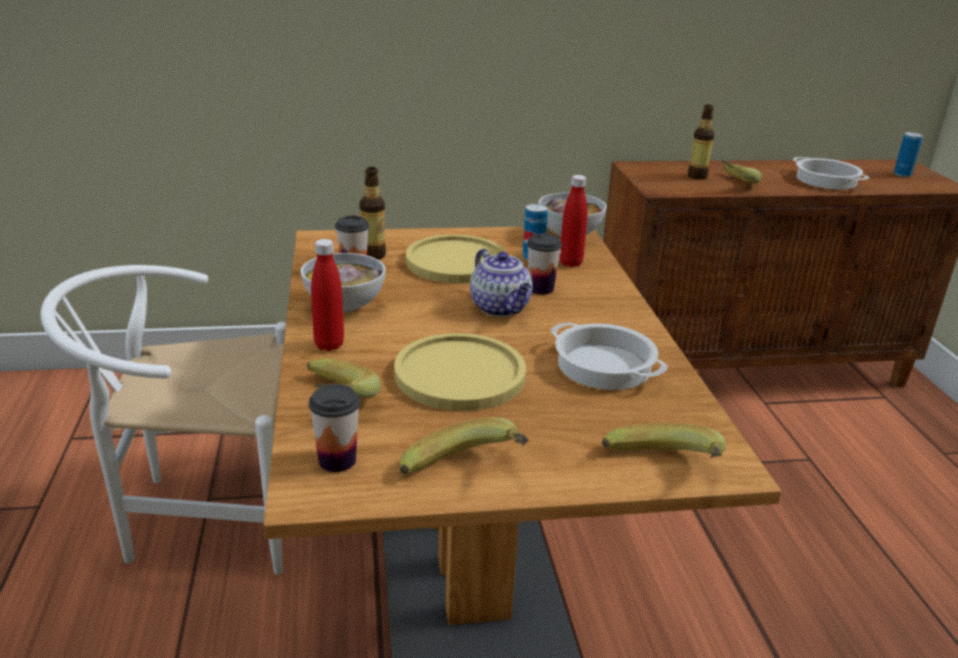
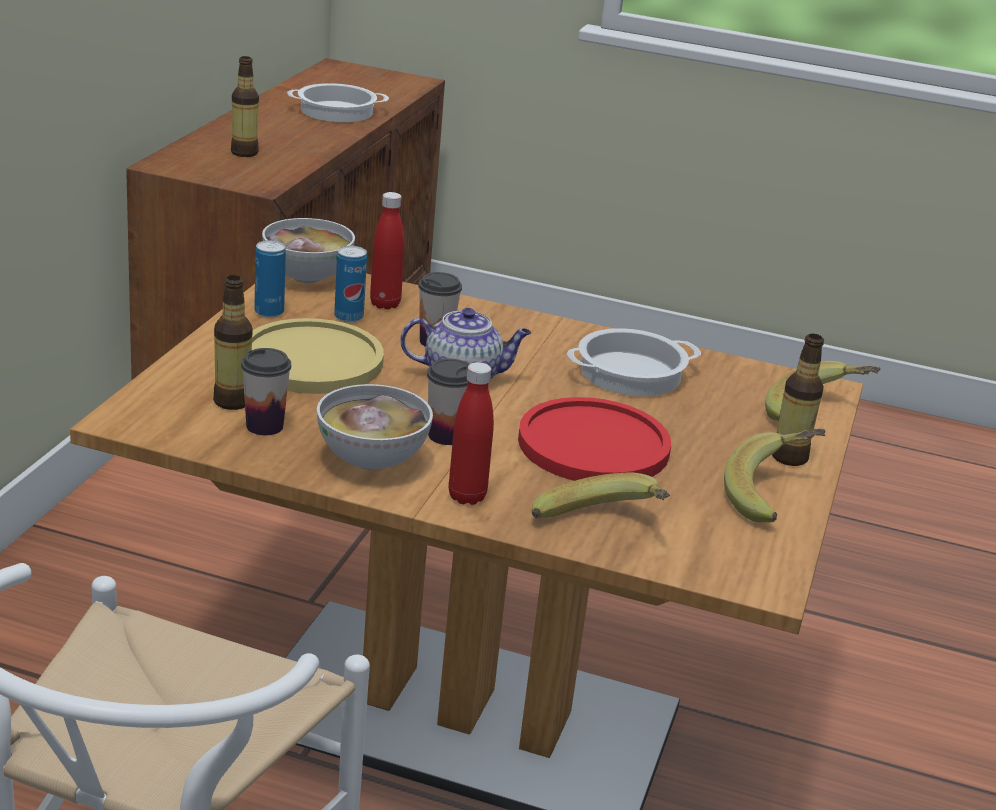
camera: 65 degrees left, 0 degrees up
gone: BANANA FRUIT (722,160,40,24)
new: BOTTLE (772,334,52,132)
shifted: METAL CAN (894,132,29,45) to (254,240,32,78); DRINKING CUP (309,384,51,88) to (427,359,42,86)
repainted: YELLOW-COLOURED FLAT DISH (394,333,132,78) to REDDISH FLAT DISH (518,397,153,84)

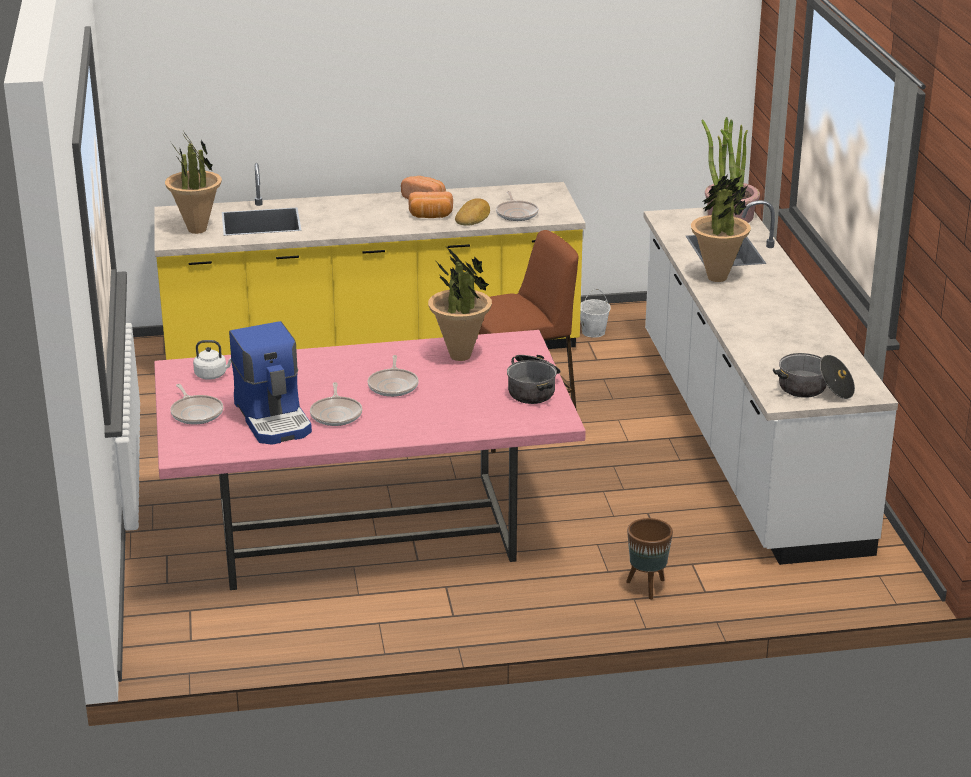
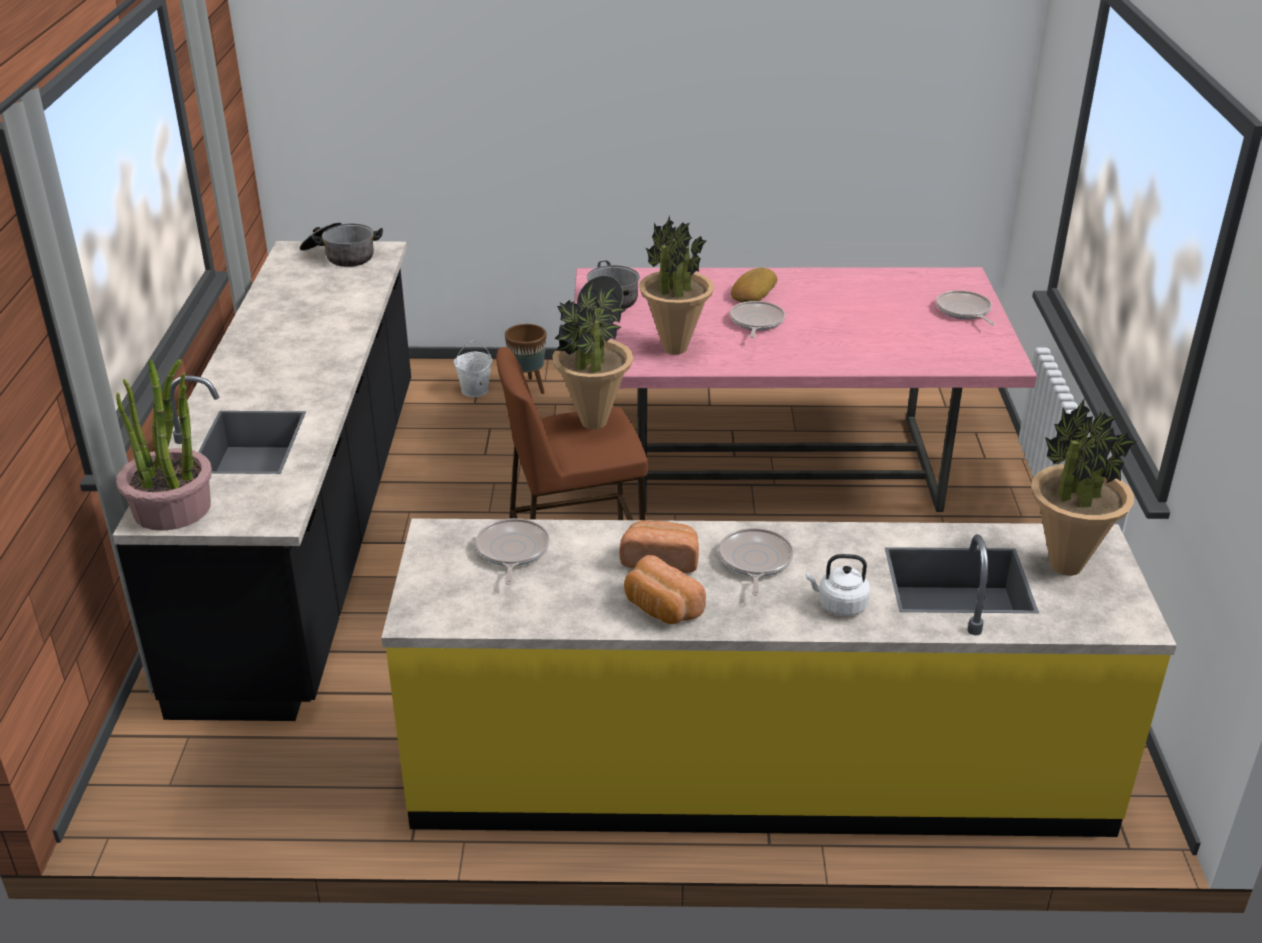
camera: 170 degrees left, 5 degrees up
gone: COFFEE BREWER (229,321,83,124)
shifted: WHITE-COLOURED BUCKET (580,288,31,50) to (454,341,38,56); POTTED PLANT (691,174,60,108) to (552,283,81,146); SKILLET (310,382,52,44) to (719,528,75,67); BREAD (455,198,35,28) to (731,268,46,35); WHITE-COLOURED KETTLE (193,340,38,40) to (806,554,65,62)
repainted: WHITE-COLOURED COUNTER (643,200,255,365) to BLACK COUNTER (112,241,299,480)

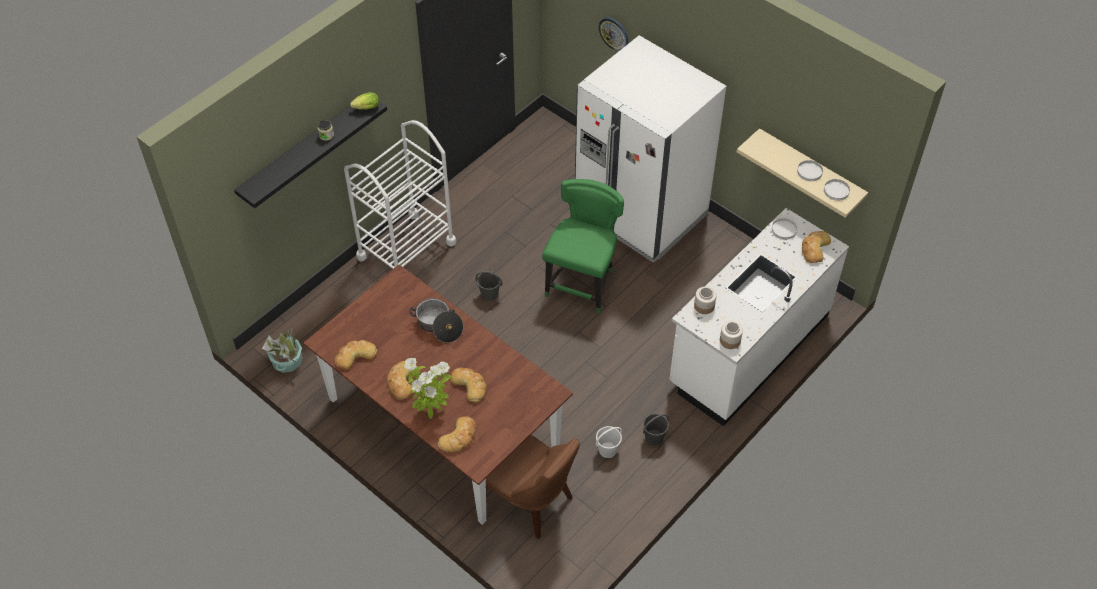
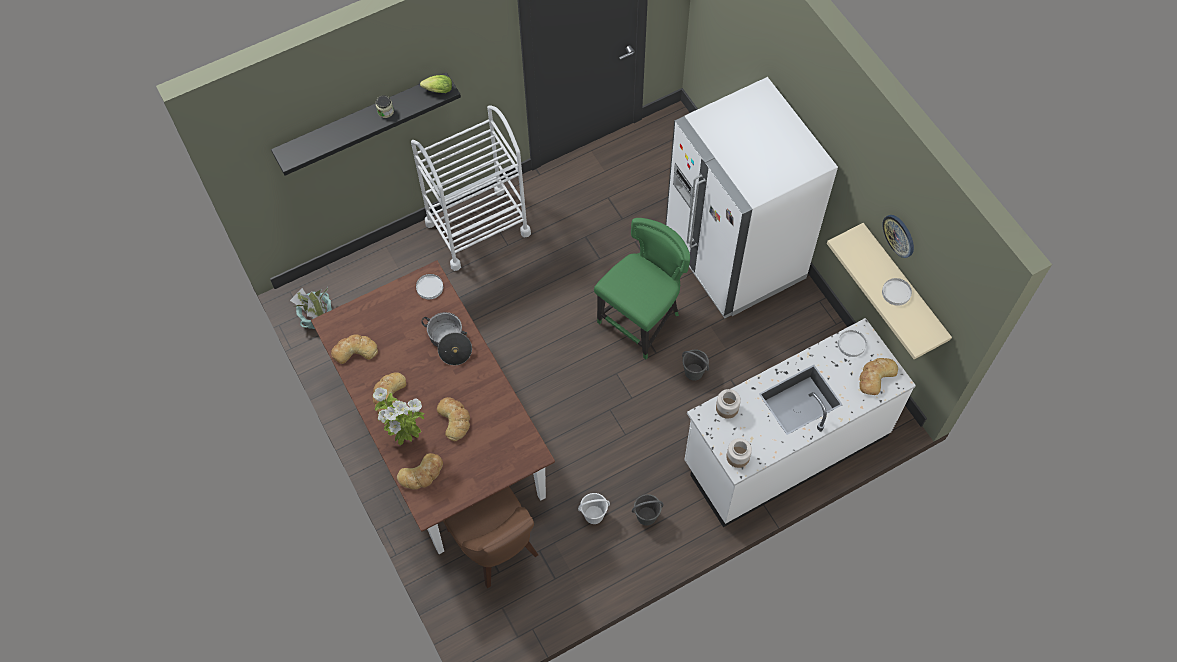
camera: 20 degrees right, 10 degrees up
shifted: WHITE-COLOURED FLAT DISH (824,179,26,22) to (416,274,27,25); GREY BUCKET (475,271,27,30) to (682,350,27,31); WALL CLOCK (599,17,29,34) to (883,215,31,43)

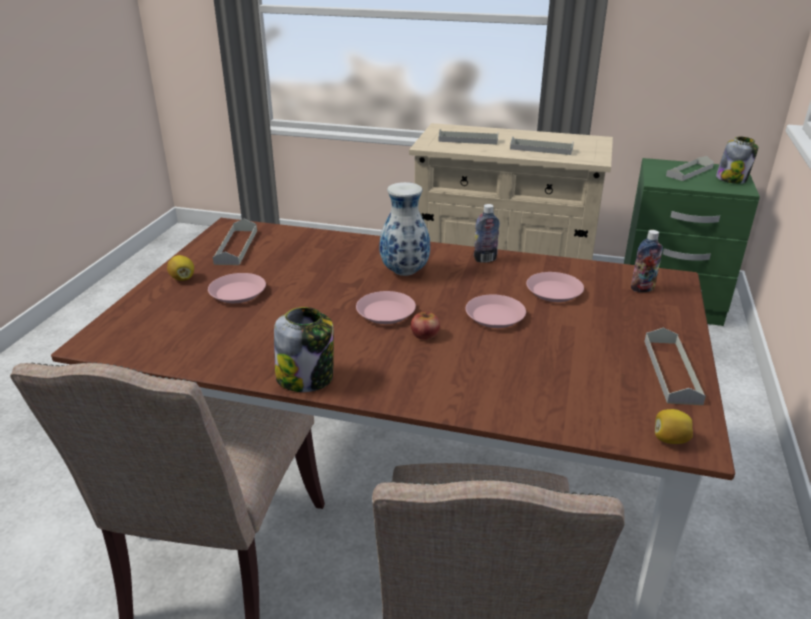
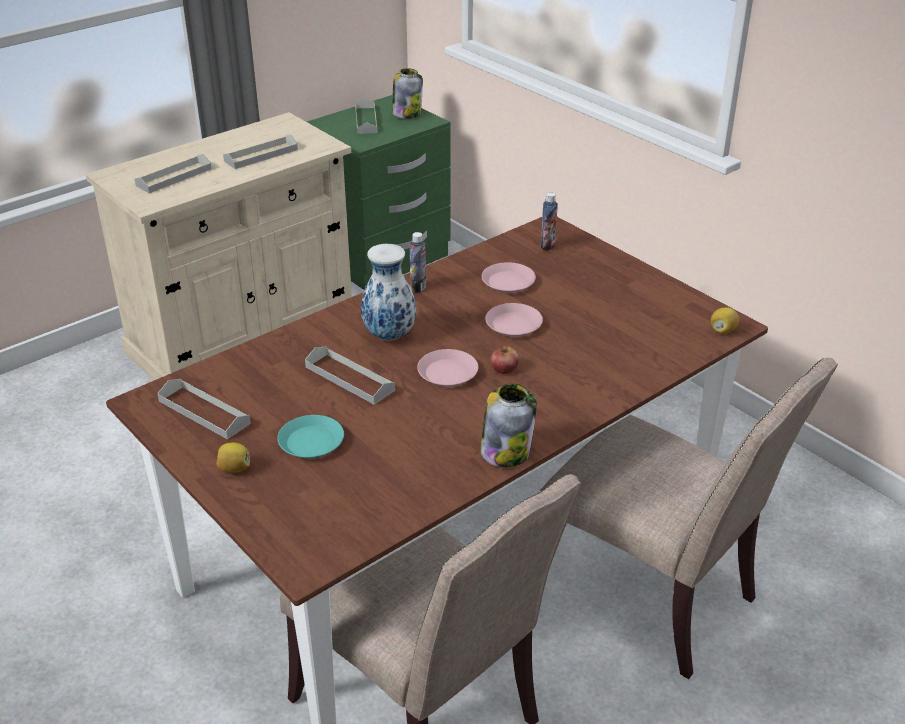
camera: 55 degrees left, 5 degrees up
shifted: GREY TRAY (644,327,62,78) to (305,347,90,58)
repainted: PINKISH FLAT DISH (208,273,58,30) to TURQUOISE FLAT DISH (277,415,67,43)

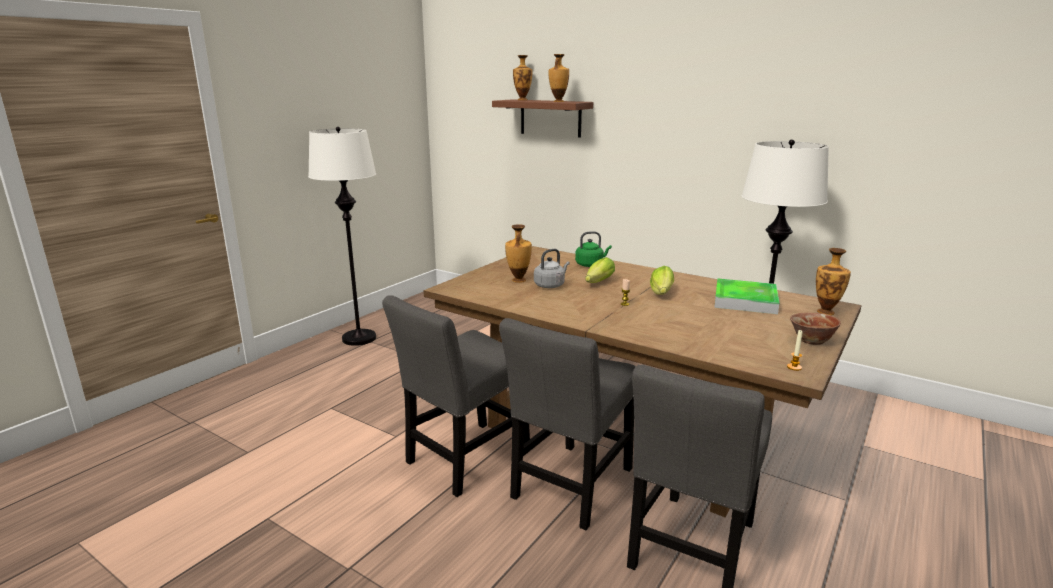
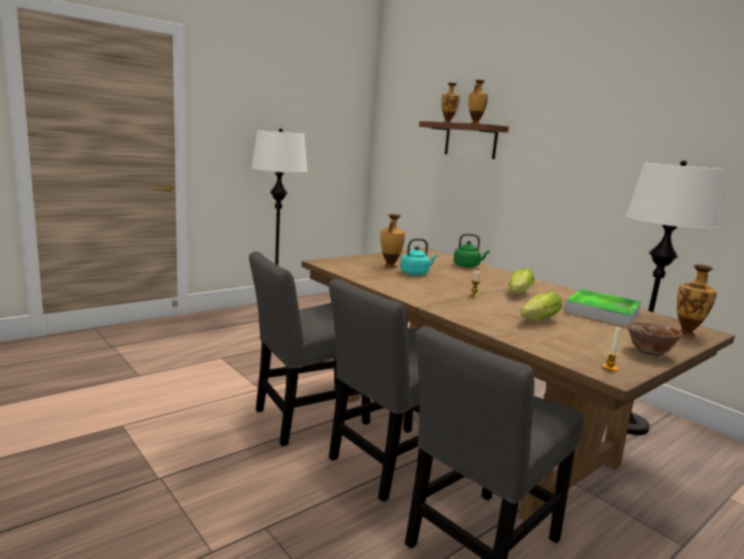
camera: 15 degrees right, 5 degrees down
shifted: LETTUCE (585,257,30,26) to (520,291,42,29)
repainted: GREY KETTLE (534,249,36,39) to TURQUOISE KETTLE (400,238,38,38)

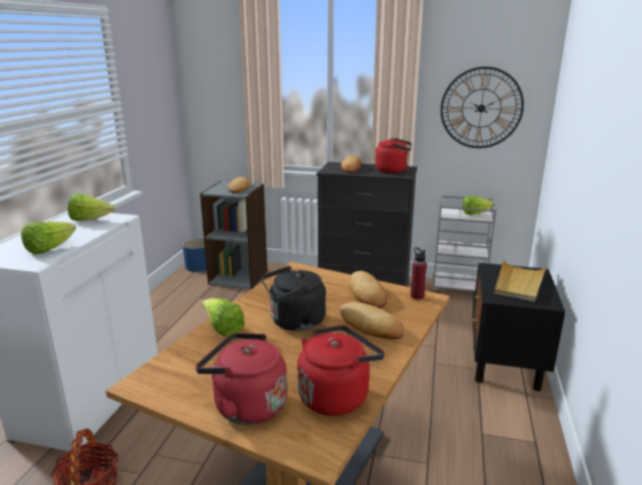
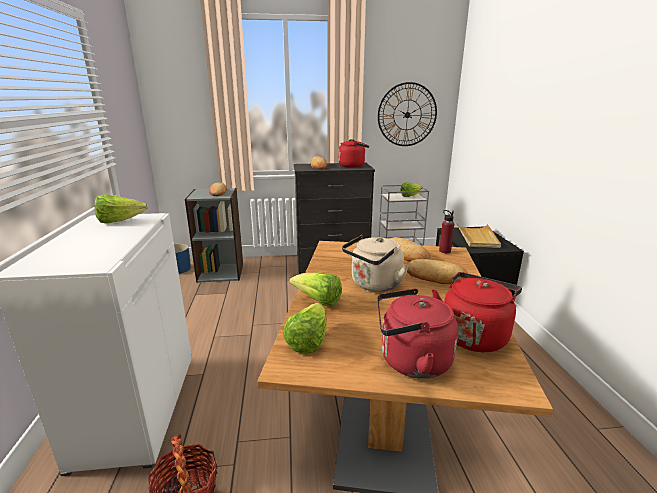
camera: 20 degrees left, 0 degrees up
shifted: LETTUCE (21,222,55,32) to (283,303,44,51)
repainted: BLACK KETTLE (261,266,65,65) to BEIGE KETTLE (342,235,66,57)

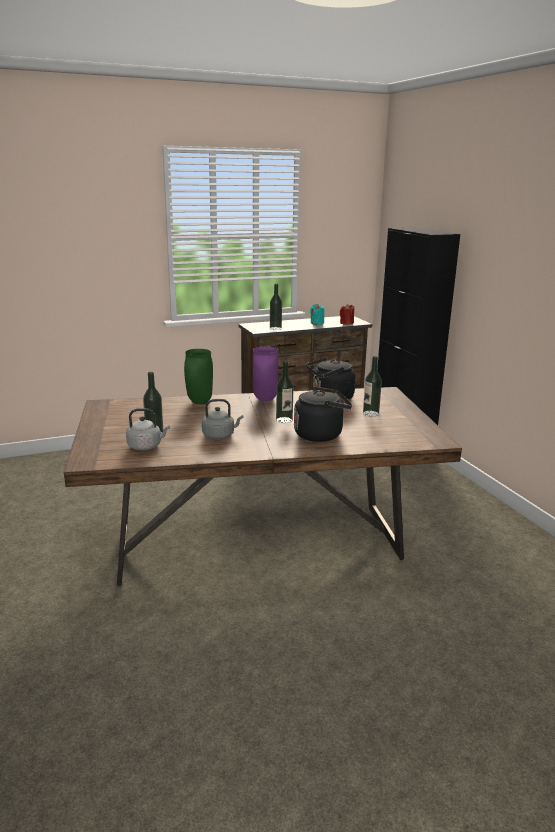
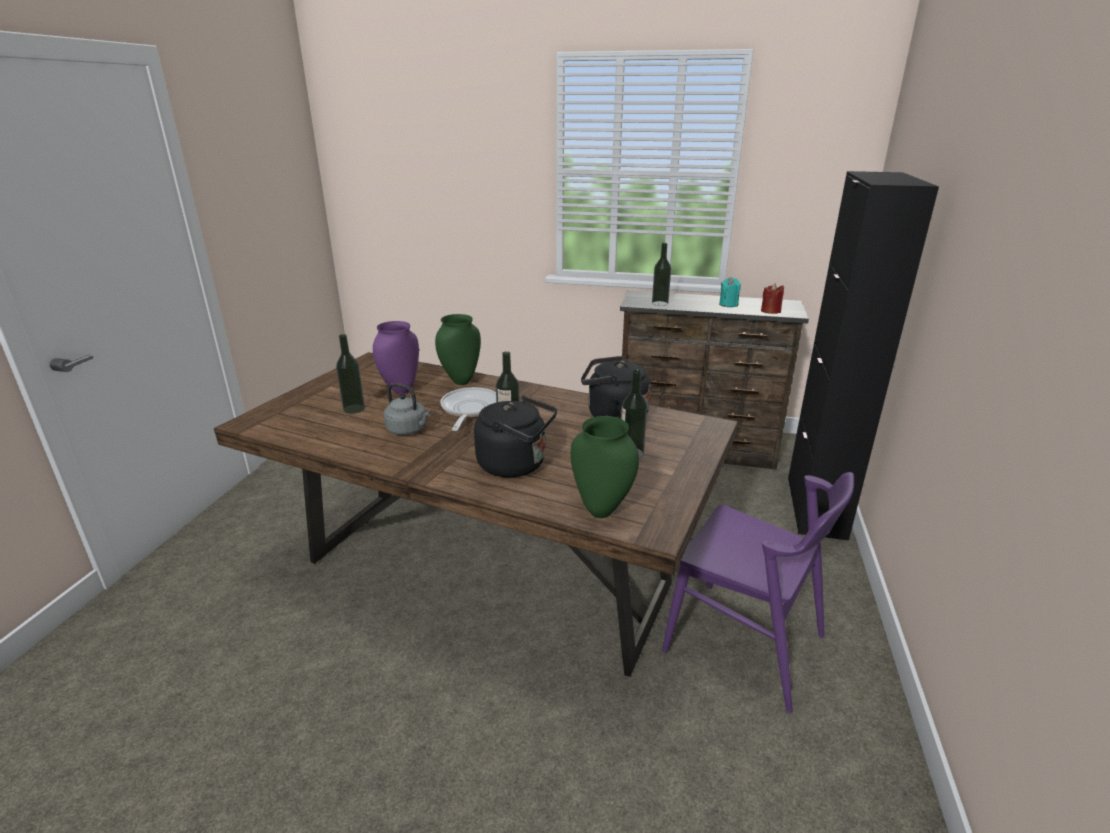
camera: 35 degrees right, 5 degrees up
gone: GREY KETTLE (126,408,44,42)
new: SKILLET (440,387,56,44); GREEN VASE (570,416,69,102); PURPLE UPRIGHT CHAIR (662,472,192,241)
shifted: PURPLE VASE (253,346,25,55) to (373,321,46,73)

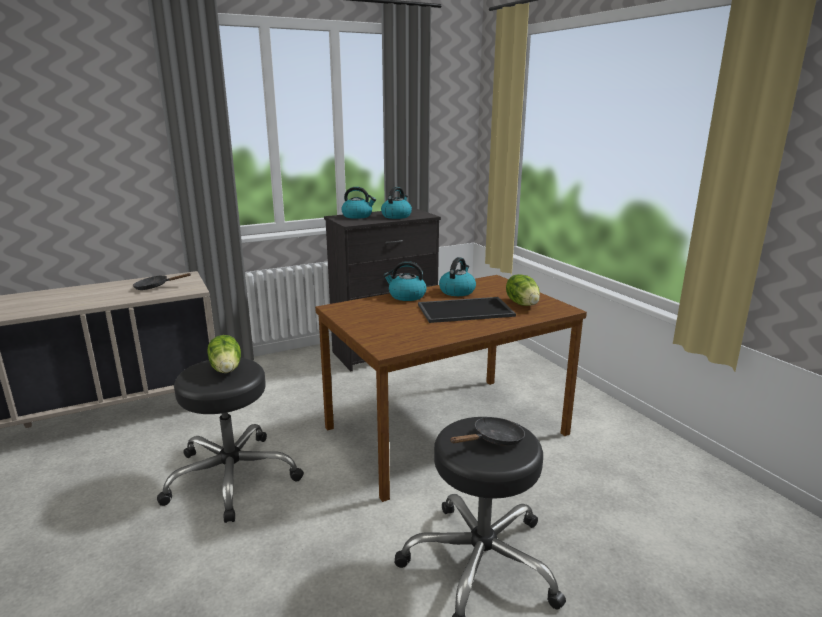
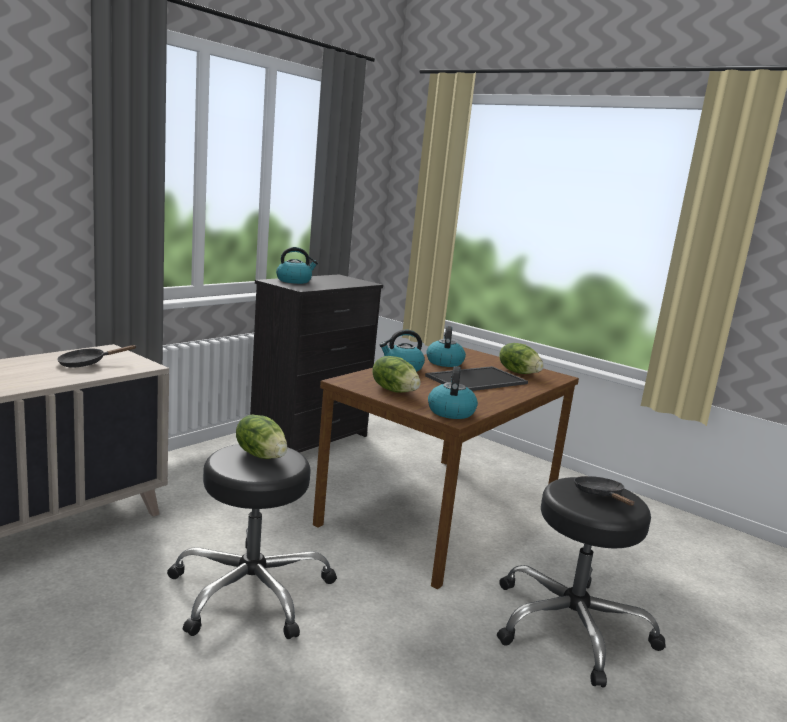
camera: 25 degrees left, 5 degrees down
new: LETTUCE (372,356,49,37)
shifted: KETTLE (381,187,31,32) to (428,366,50,53)
rotated: BLACK SKILLET (450,417,75,29) = (574,476,60,30) 45 degrees counterclockwise

